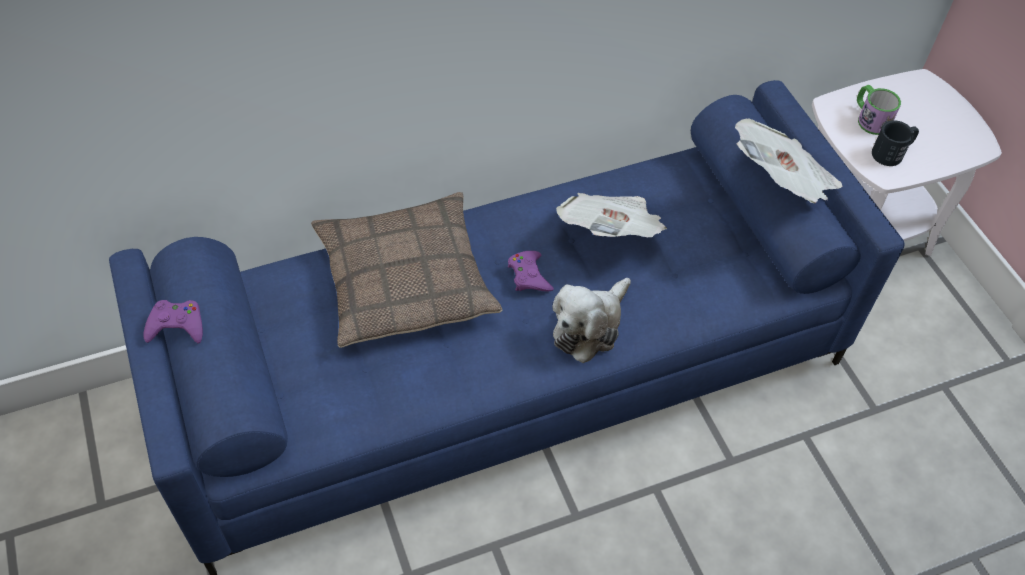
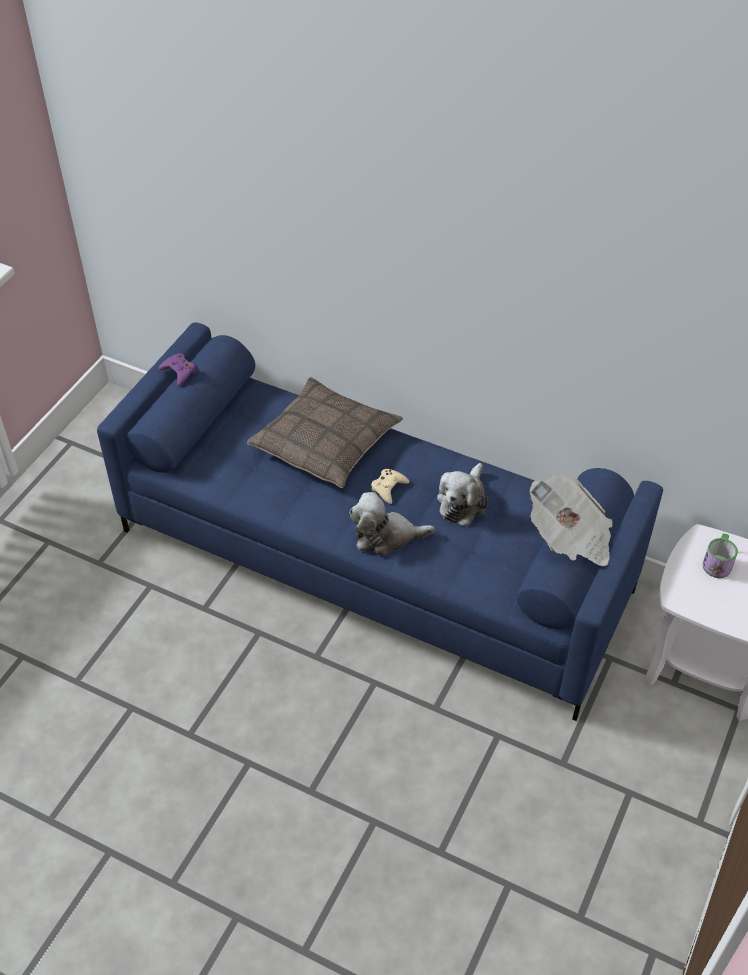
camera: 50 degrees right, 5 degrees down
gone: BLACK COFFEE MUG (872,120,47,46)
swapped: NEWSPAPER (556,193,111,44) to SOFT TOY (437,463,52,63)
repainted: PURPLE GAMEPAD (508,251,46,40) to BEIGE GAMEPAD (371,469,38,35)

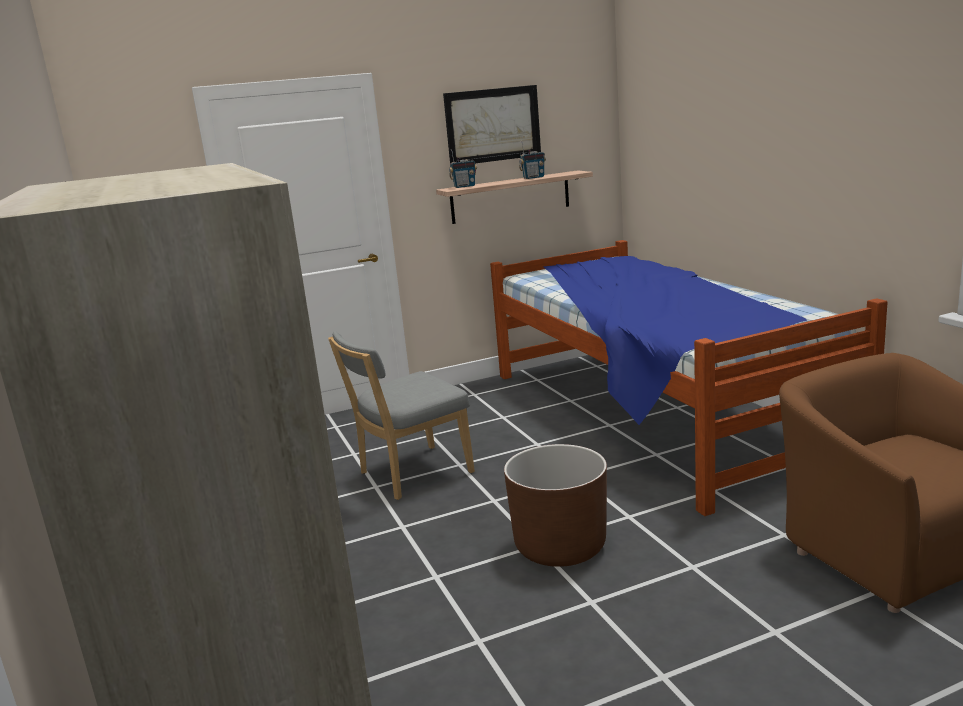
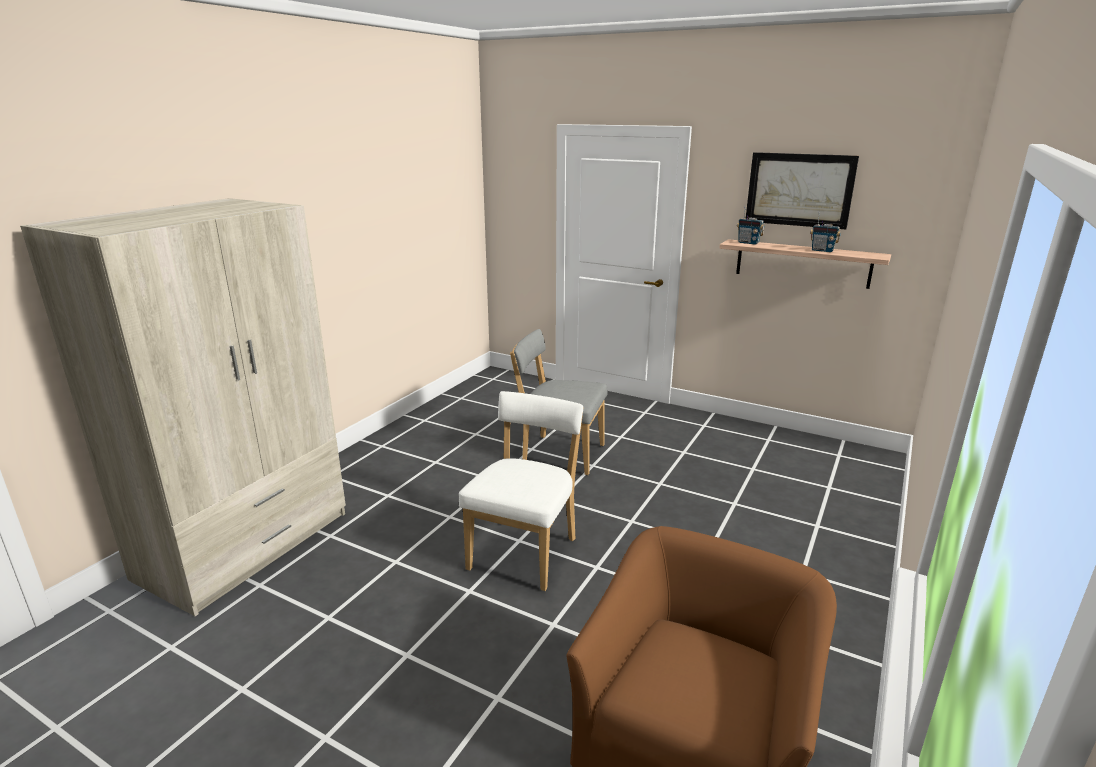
camera: 50 degrees right, 5 degrees up
gone: BEDROOM BED (490,240,398,276)
swapped: BROWN FLOWER POT (504,444,103,123) to WHITE-COLOURED UPRIGHT CHAIR (459,391,125,200)

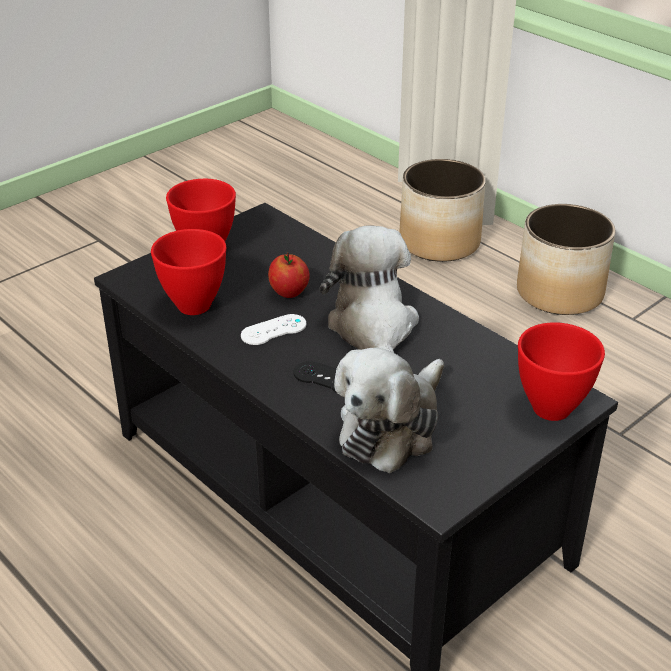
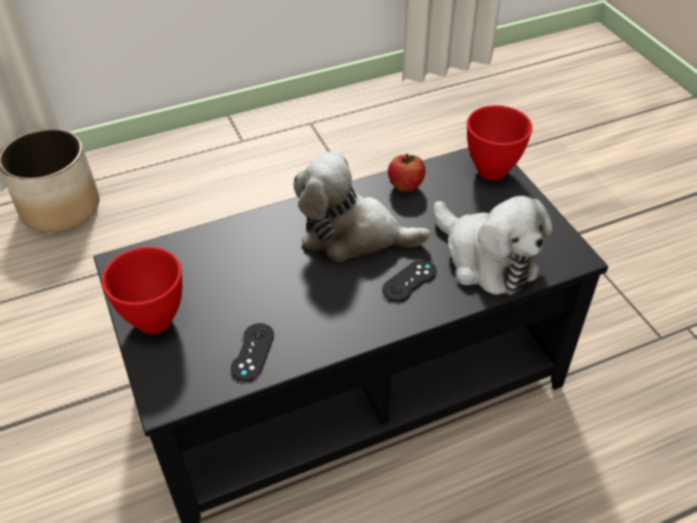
camera: 70 degrees left, 10 degrees up
gone: WHITE-COLOURED GAMEPAD (241,314,65,31); FLOWER POT (517,204,99,111)
shifted: APPLE (268,252,42,46) to (388,154,38,38)
swapped: REDDISH SERVING BOWL (151,229,75,86) to BLACK GAMEPAD (231,323,43,58)

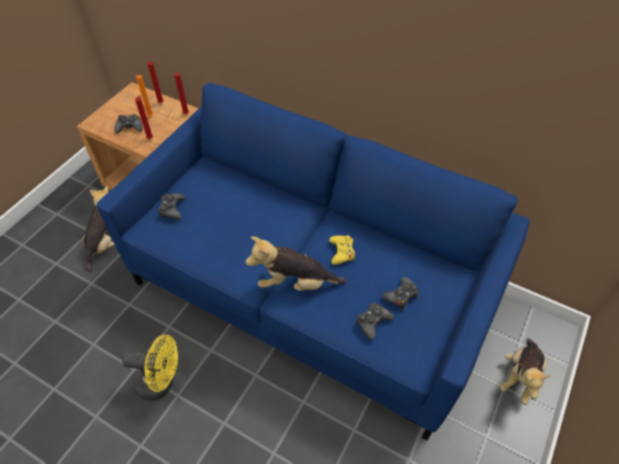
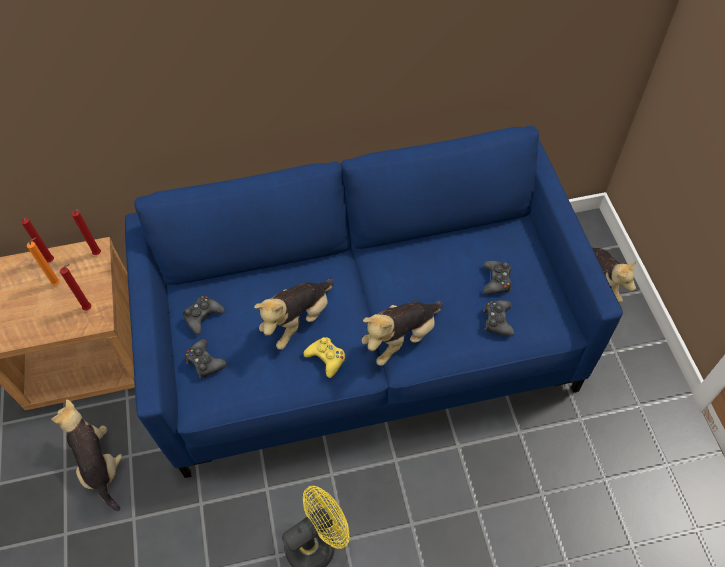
camera: 40 degrees left, 5 degrees up
new: SOFT TOY (254,279,80,71)
shifted: BLACK GAMEPAD (114,115,28,19) to (183,296,42,39); YELLOW-COLOURED GAMEPAD (329,235,26,30) to (303,337,42,41)

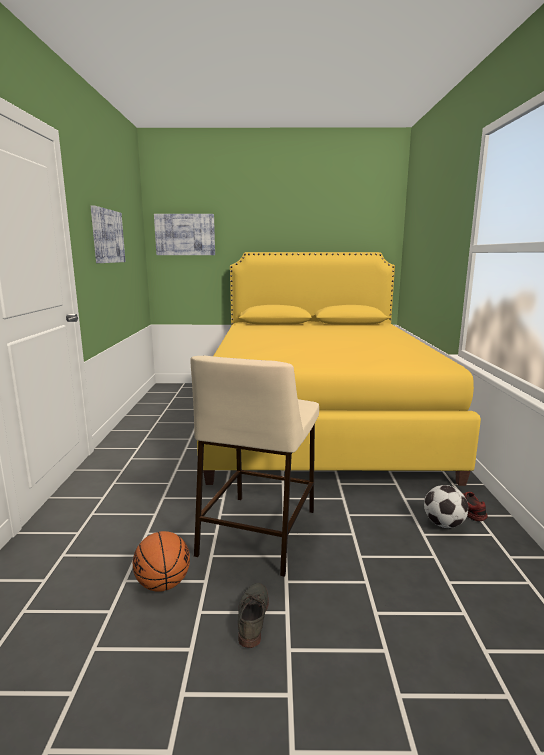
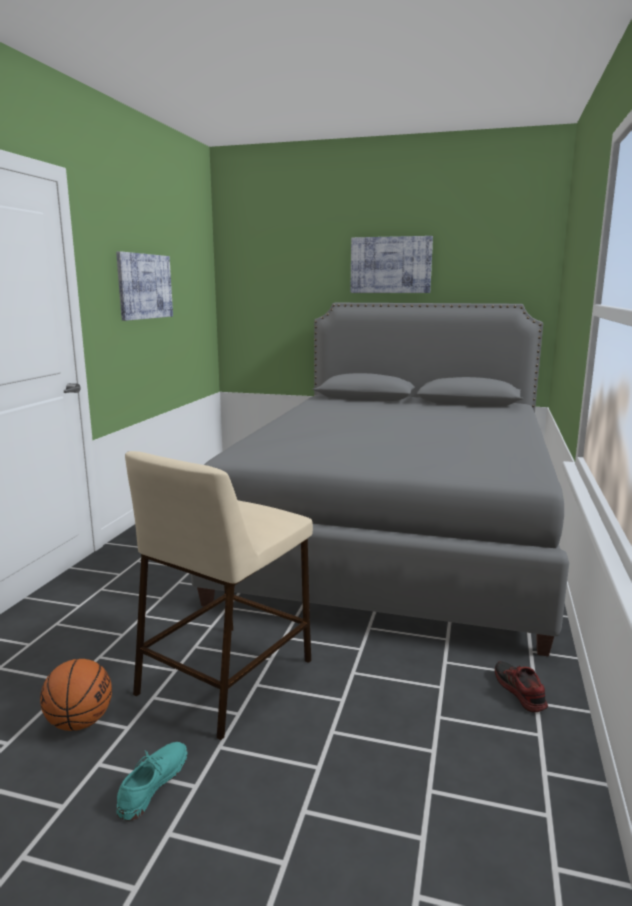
camera: 15 degrees right, 0 degrees up
gone: BALL FOR FOOTBALL (424,485,44,43)
shifted: WALL PICTURE (154,214,61,41) to (351,236,82,57)
repainted: GREY ITEM OF FOOTWEAR (238,583,31,65) to TURQUOISE ITEM OF FOOTWEAR (117,742,70,79); YELLOW-COLOURED BEDROOM BED (197,252,284,234) to GREY BEDROOM BED (191,303,378,354)

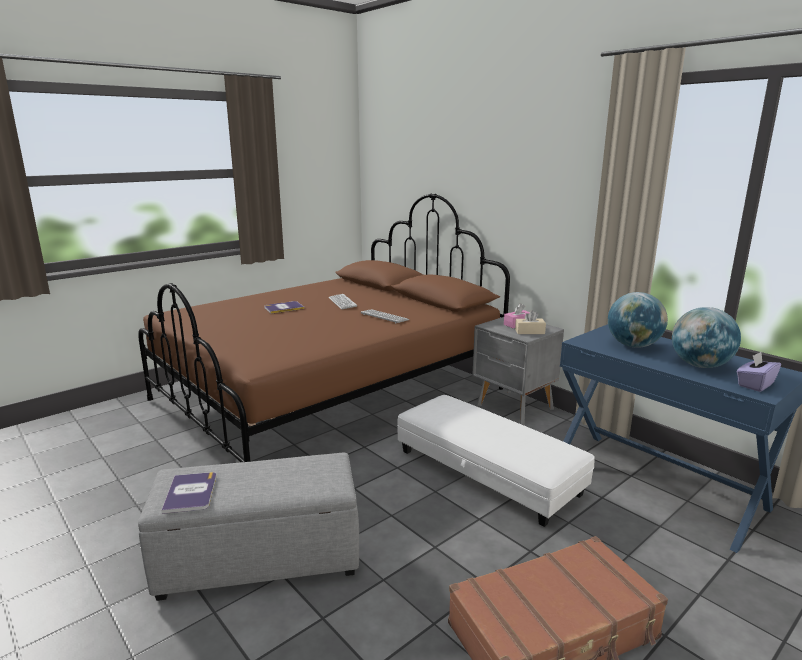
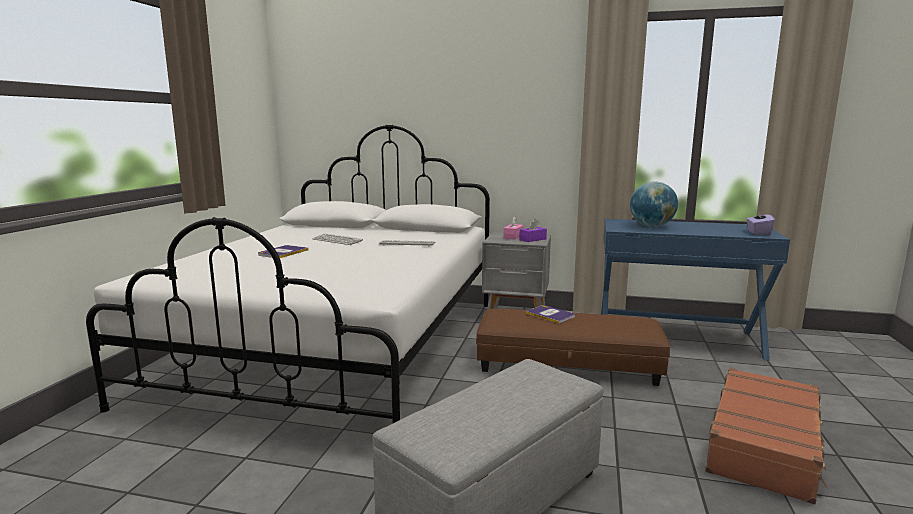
camera: 35 degrees left, 5 degrees down
gone: GLOBE (672,307,69,61)
shifted: BOUND BOOK (161,472,55,42) to (526,305,49,19)
repainted: BROWN BEDROOM BED (138,193,372,269) to WHITE-COLOURED BEDROOM BED (86,125,404,299); WHITE-COLOURED POUFFE (397,395,198,132) to BROWN POUFFE (476,309,194,77); BEIGE BOX OF TISSUES (515,310,31,24) to PURPLE BOX OF TISSUES (519,219,28,23)

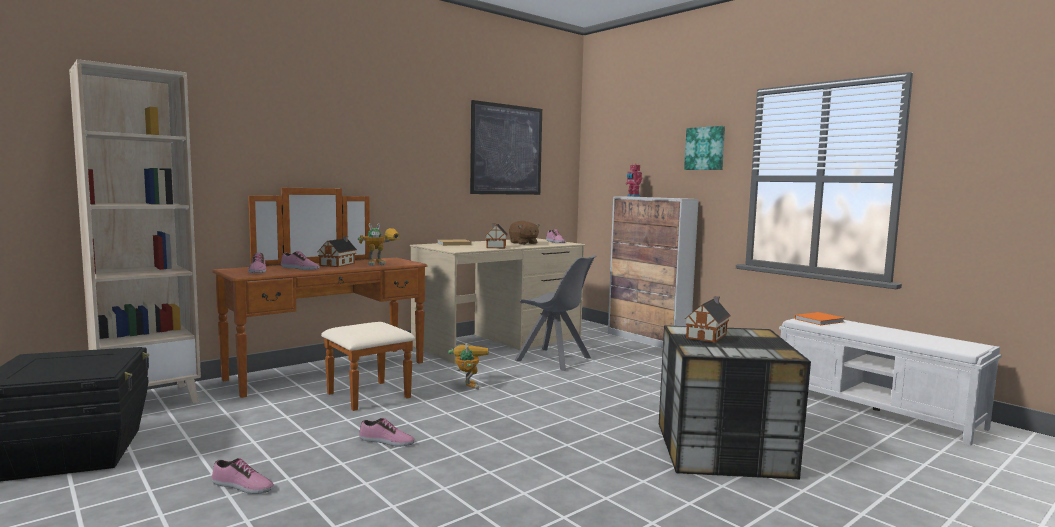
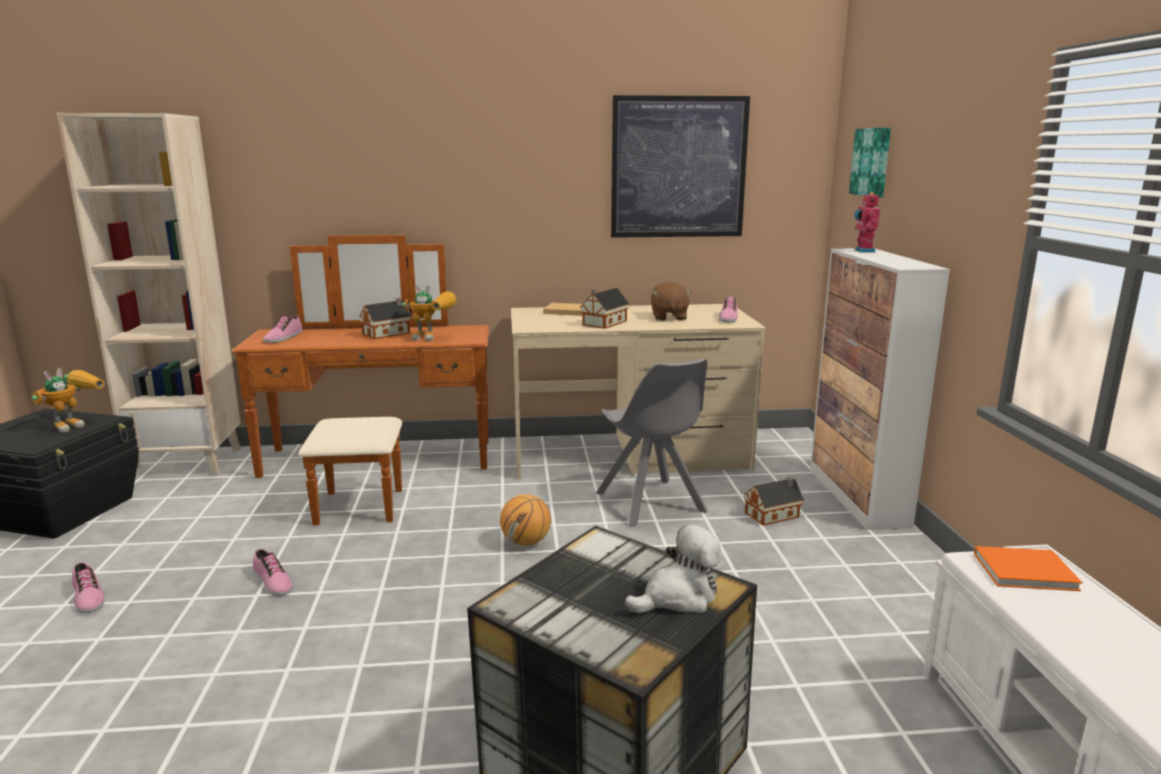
camera: 35 degrees right, 10 degrees up
gone: ITEM OF FOOTWEAR (281,251,39,19)
new: BALL FOR BASKETBALL (500,494,51,52); SOFT TOY (625,524,96,89)
shifted: ROBOT FIGURE (448,343,40,47) to (31,368,74,65); MODEL HOUSE (685,296,46,47) to (744,477,60,49); WALL PICTURE (684,126,41,44) to (849,127,42,70)

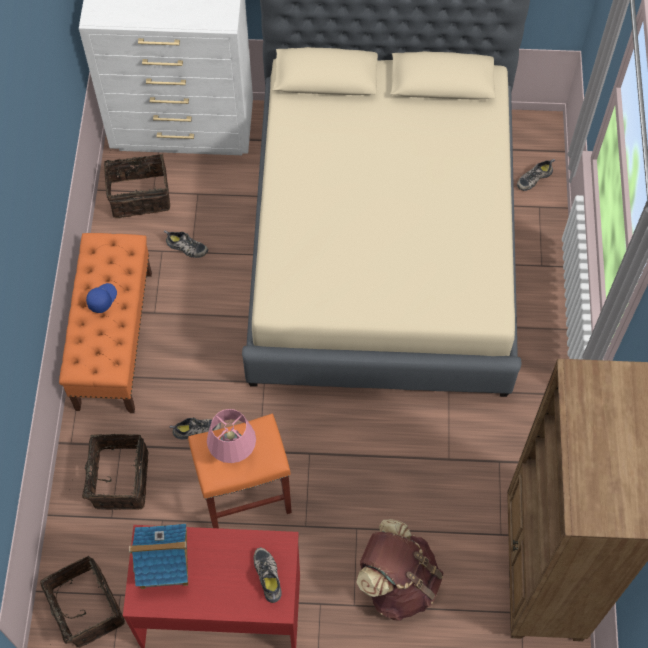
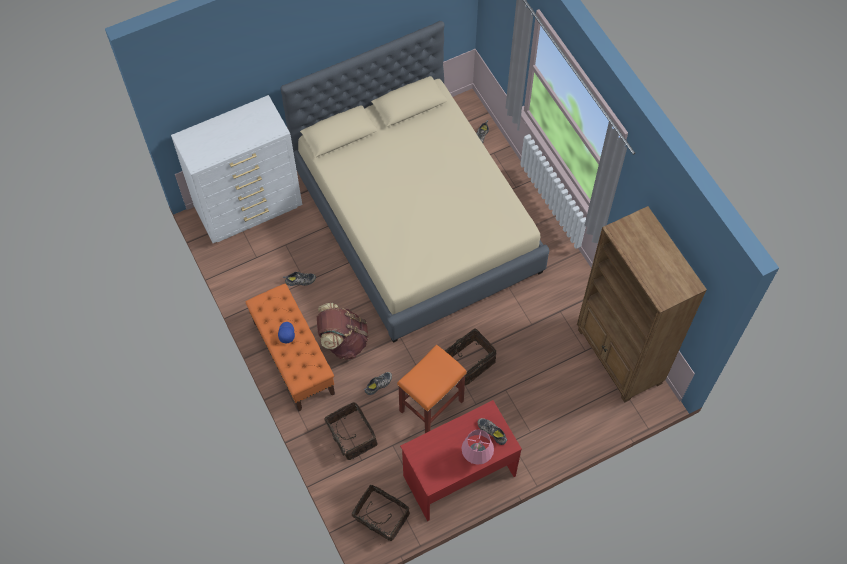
camera: 30 degrees left, 0 degrees up
gone: MODEL HOUSE (129,524,59,65)
shifted: BROWN RUCKSACK (356,519,87,102) to (317,303,51,57); HOUSEHOLD BASKET (104,154,66,64) to (444,328,53,58); PINKISH TABLETOP LAMP (207,409,49,54) to (462,430,32,35)

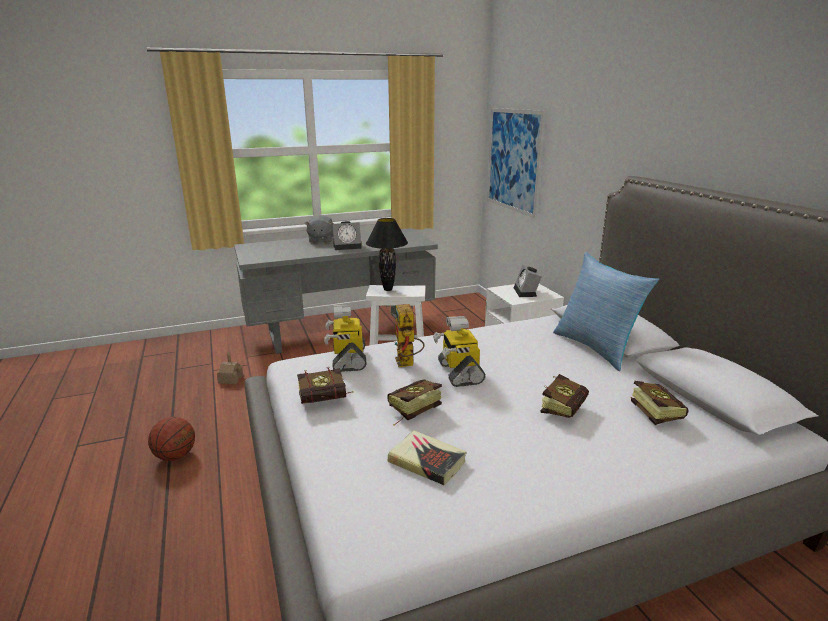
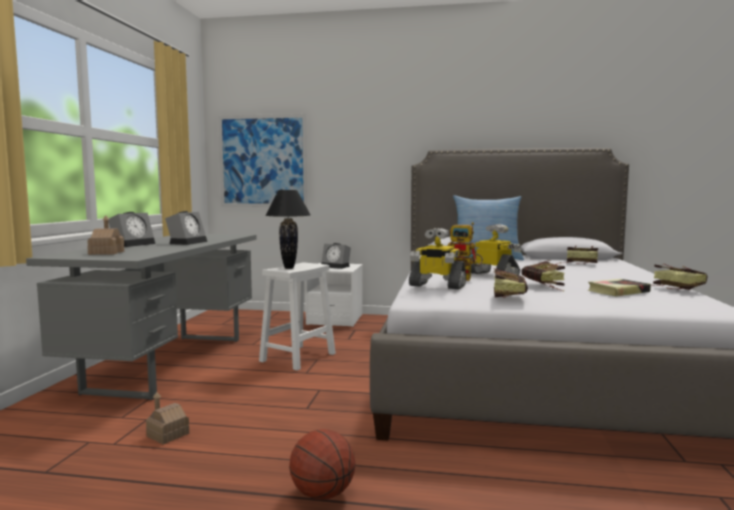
camera: 60 degrees left, 15 degrees down
new: MODEL HOUSE (87,216,37,39)
shifted: BOUND BOOK (541,374,48,44) to (653,264,55,26)
swapped: GREY SOFT TOY (304,215,29,28) to TABLE CLOCK (108,212,47,35)
rotated: ROBOT FIGURE (433,316,52,71) = (471,224,51,51) 150 degrees counterclockwise

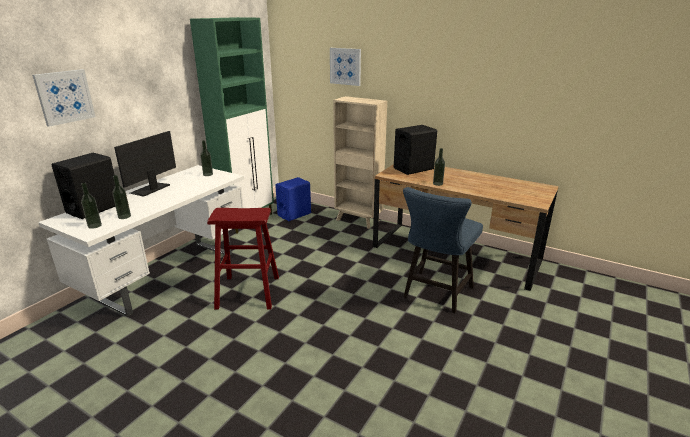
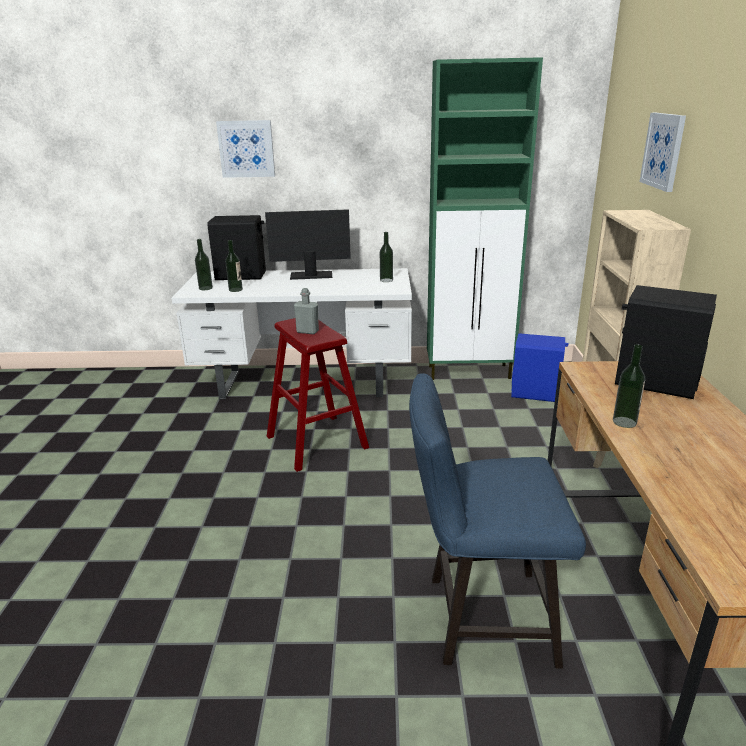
camera: 60 degrees right, 0 degrees up
new: GREY BOTTLE (294,288,25,46)

